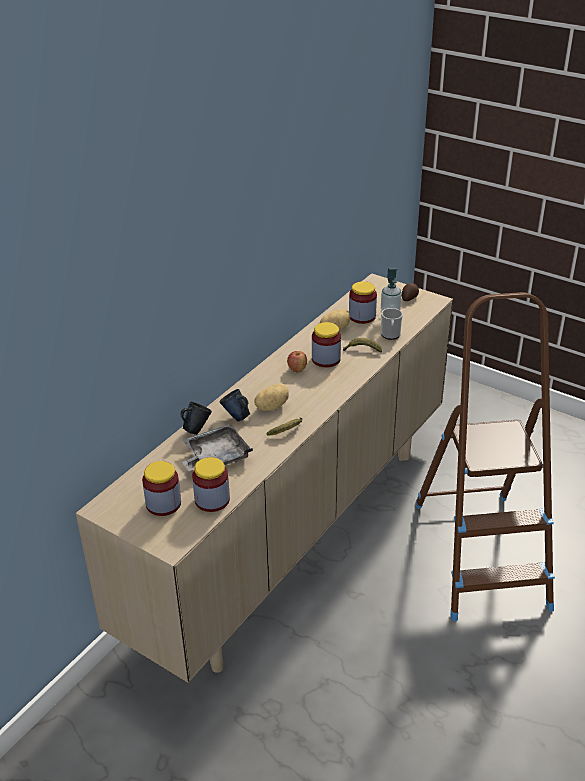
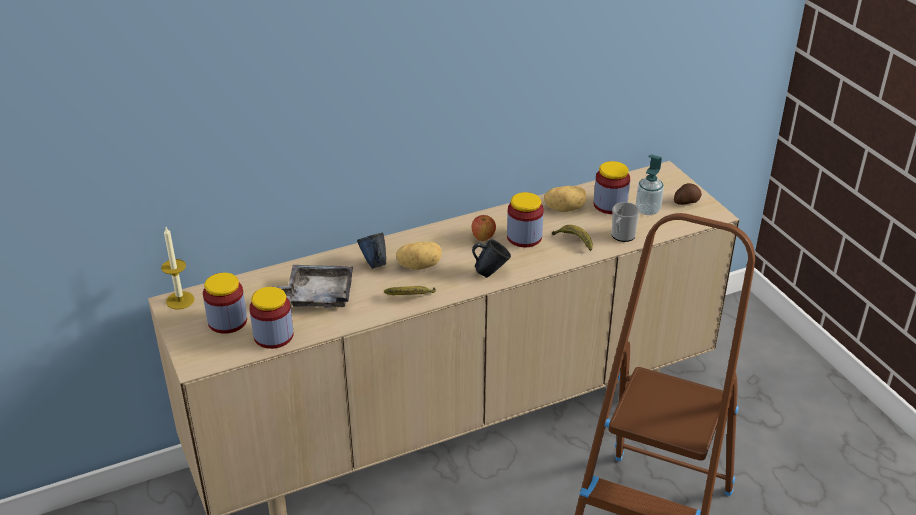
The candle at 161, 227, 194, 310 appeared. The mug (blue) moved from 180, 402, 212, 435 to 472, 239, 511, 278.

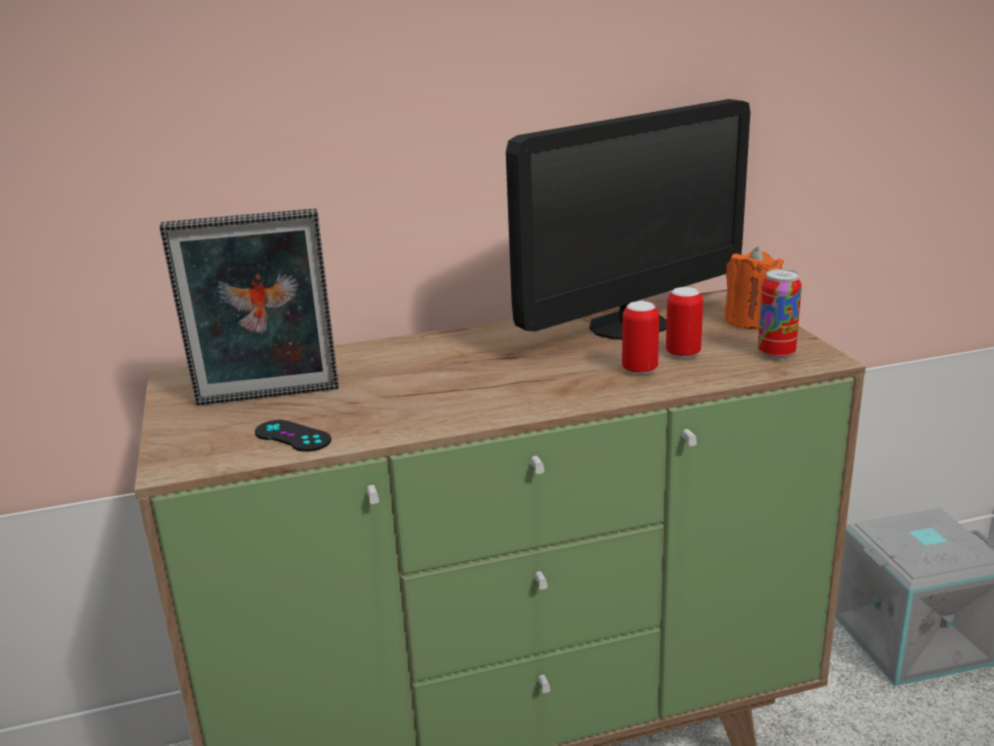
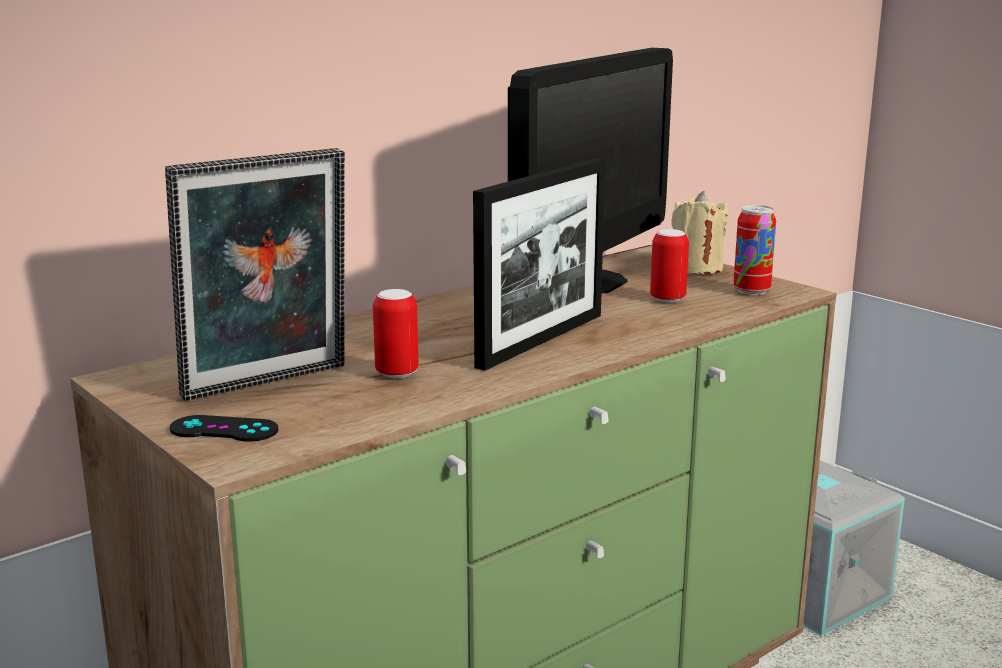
The picture frame at 473, 158, 605, 371 appeared. The game controller (black) moved from 255, 420, 331, 452 to 170, 415, 278, 442. The can moved from 622, 301, 659, 375 to 373, 289, 419, 378. The candle (orange) at 724, 247, 784, 329 became the candle (beige) at 671, 191, 729, 274.

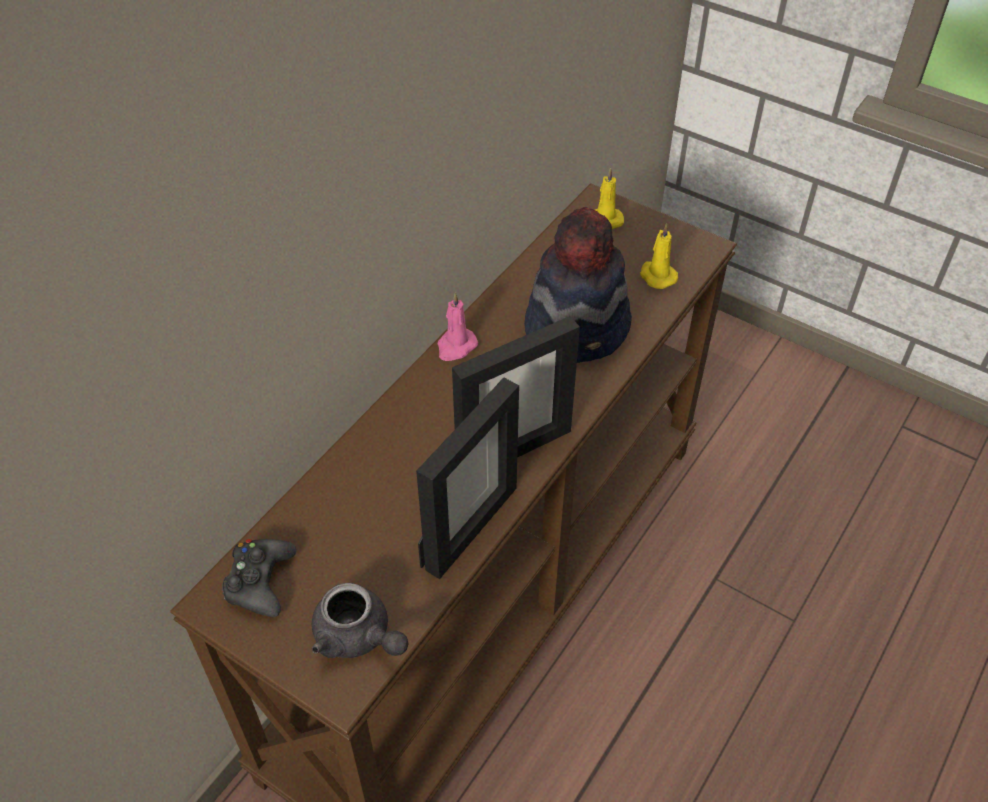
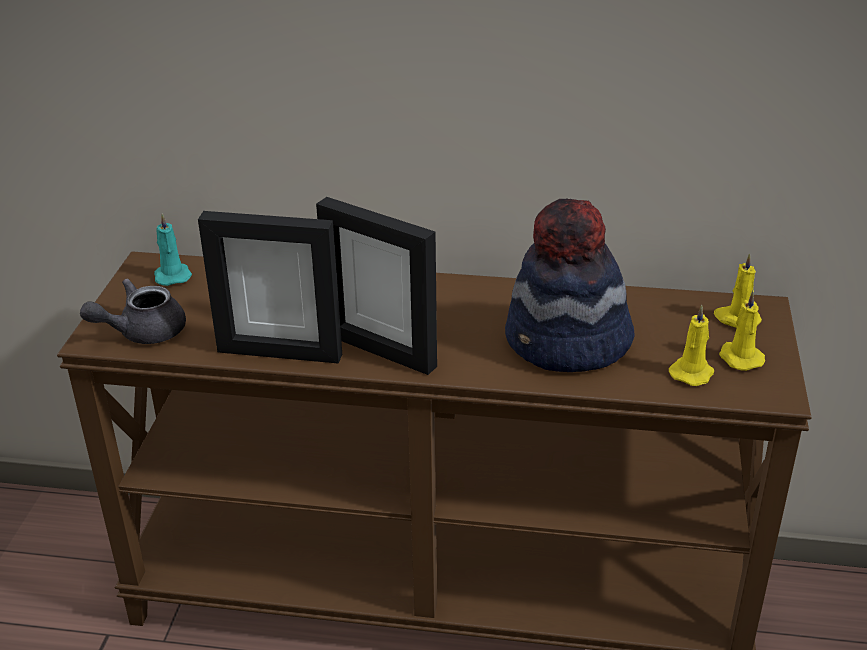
The candle (pink) at 437, 293, 478, 361 disappeared. The candle (yellow) at 719, 291, 765, 371 appeared. The game controller (black) at 222, 539, 296, 617 was replaced by the candle (turquoise) at 154, 213, 192, 286. The teapot (grey) at 311, 583, 408, 658 turned 45 degrees clockwise.

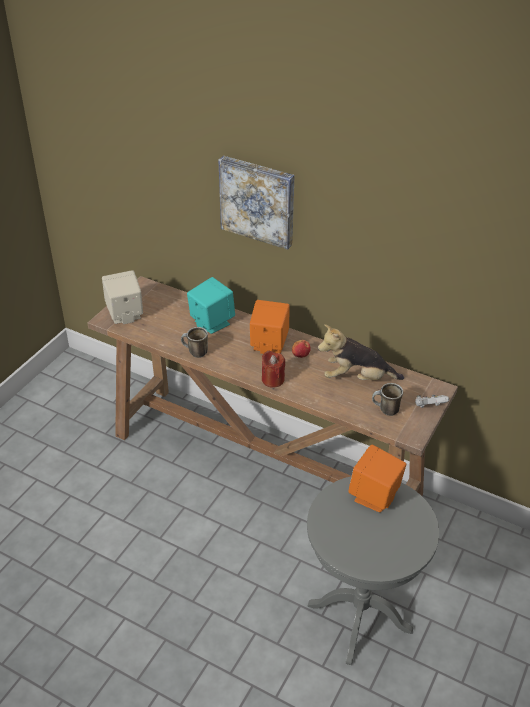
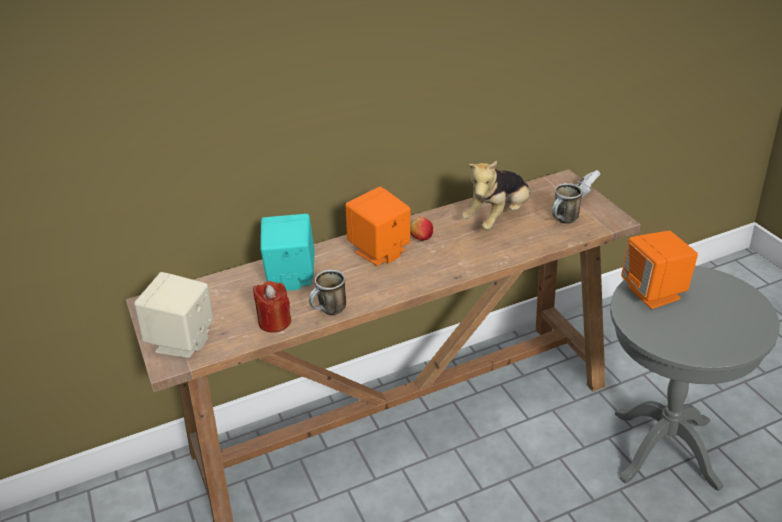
The picture at 218, 156, 295, 250 disappeared. The candle (red) moved from 262, 351, 285, 388 to 253, 281, 291, 333.

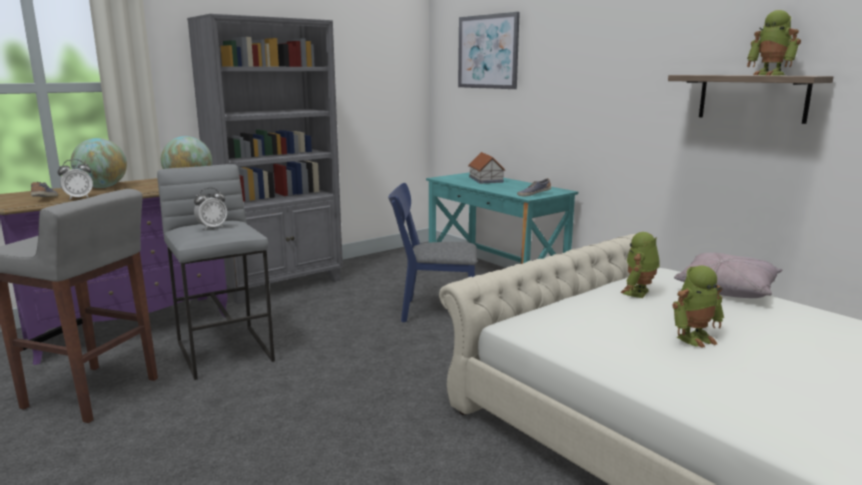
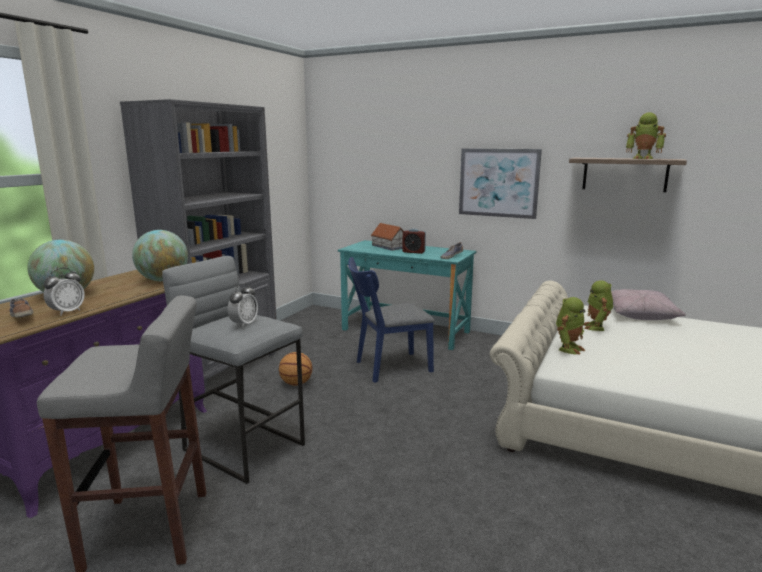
The basketball at 279, 352, 313, 386 appeared. The alarm clock at 402, 229, 426, 254 appeared. The picture moved from 458, 12, 520, 89 to 459, 148, 542, 219. The toy robot moved from 672, 265, 724, 348 to 556, 297, 585, 355.

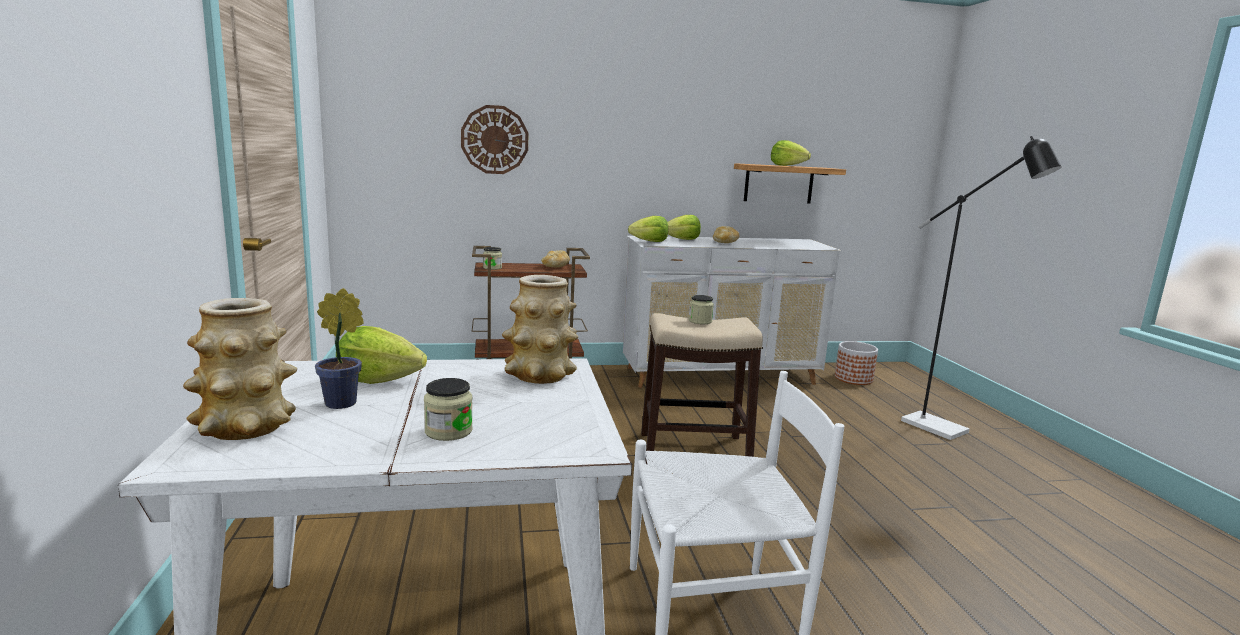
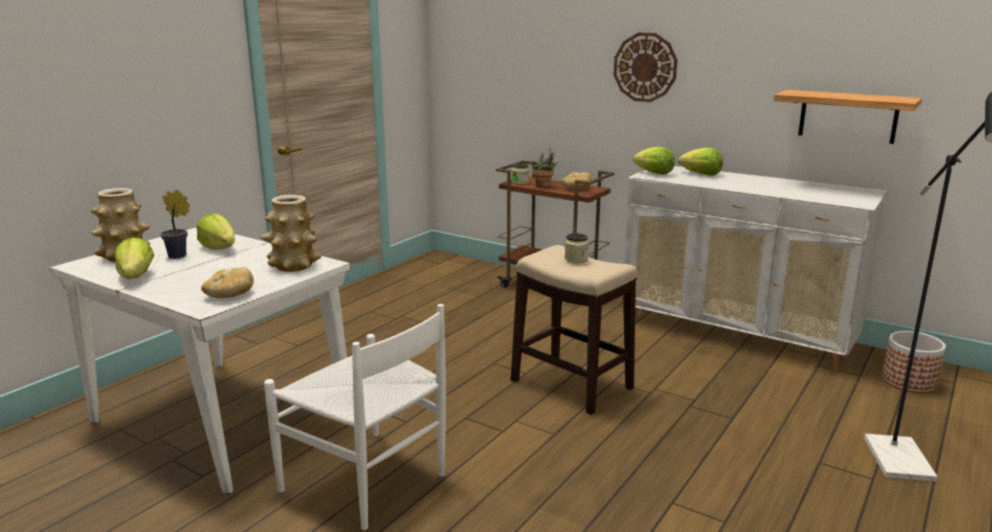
The jar at 424, 378, 473, 441 disappeared. The potted plant at 532, 148, 558, 188 appeared. The wall clock moved from 461, 105, 528, 174 to 614, 33, 677, 102. The bread moved from 713, 226, 739, 243 to 201, 267, 254, 298. The lettuce moved from 771, 140, 811, 166 to 115, 237, 154, 279.

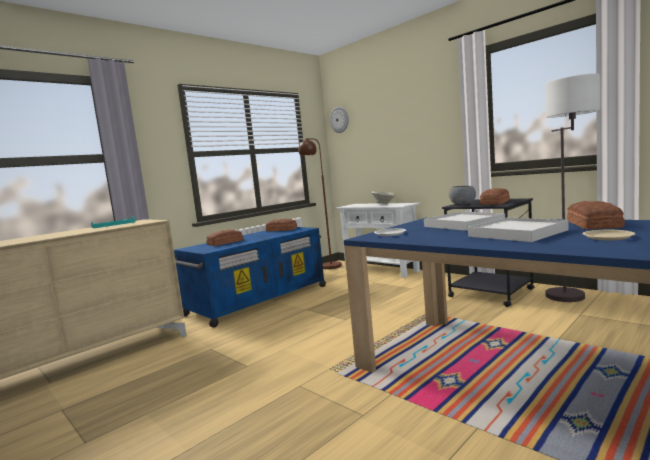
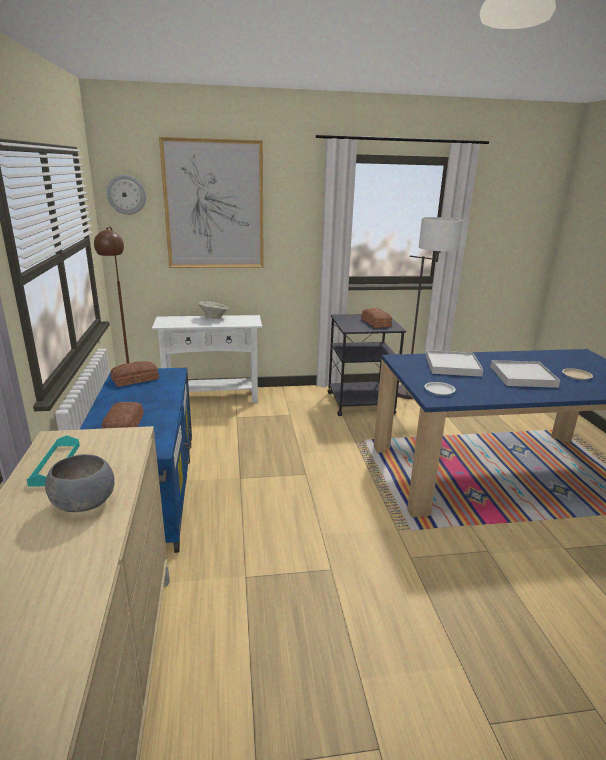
The bread at 567, 201, 625, 229 disappeared. The picture at 159, 137, 264, 268 appeared. The bowl (grey) moved from 449, 186, 476, 205 to 45, 454, 115, 512.

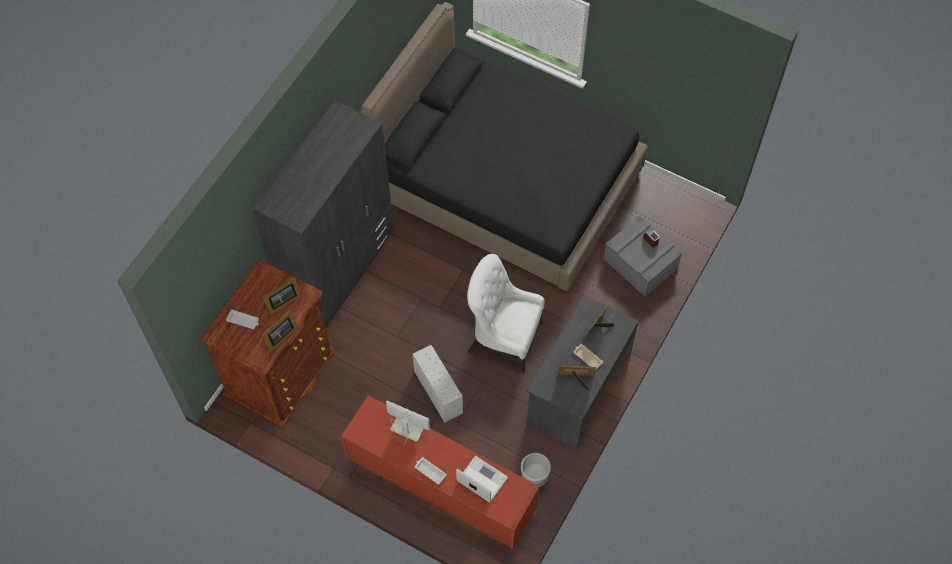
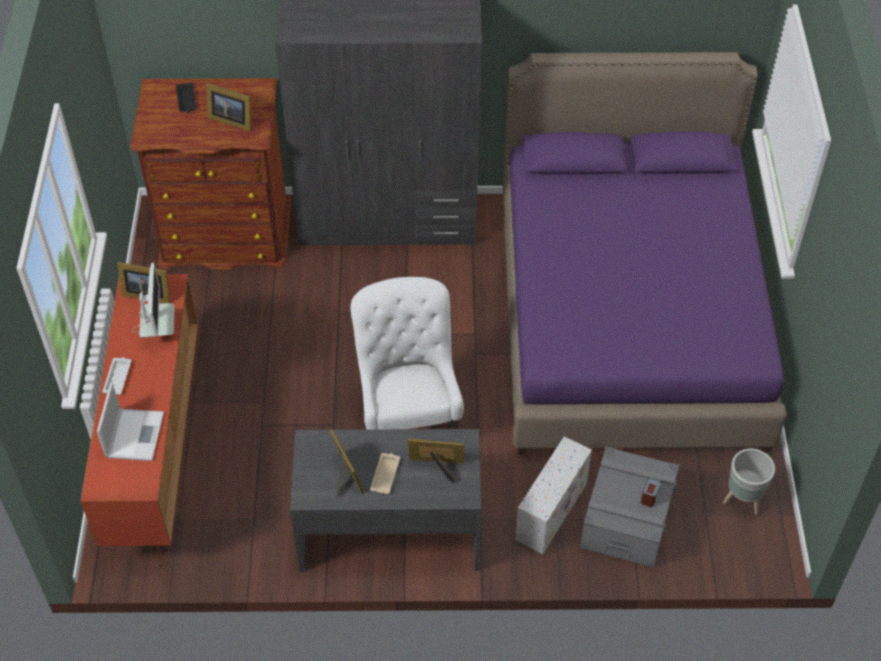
The picture frame moved from 262, 310, 298, 352 to 117, 262, 170, 303. The storage box (white) moved from 413, 345, 463, 423 to 515, 436, 592, 554. The planter (grey) moved from 521, 453, 551, 487 to 723, 449, 775, 515. The tray (white) at 226, 309, 259, 329 became the tray (black) at 176, 83, 196, 113. The bed (black) at 360, 2, 648, 294 became the bed (purple) at 503, 52, 787, 455.

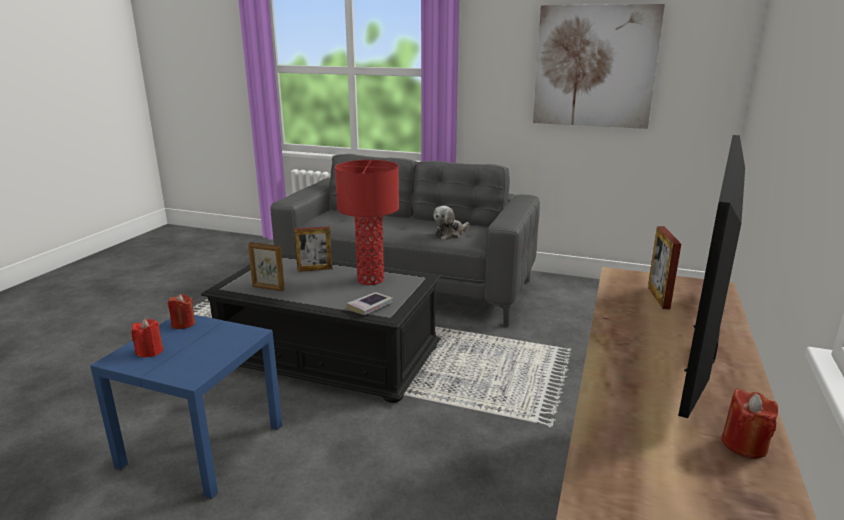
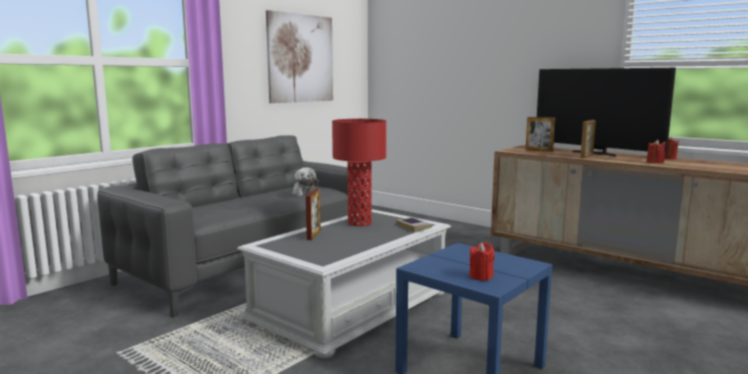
The candle (red) moved from 168, 294, 195, 329 to 647, 140, 666, 163. The picture frame moved from 248, 242, 285, 291 to 580, 120, 596, 158. The coffee table (black) at 201, 254, 441, 403 became the coffee table (white) at 237, 209, 451, 358.

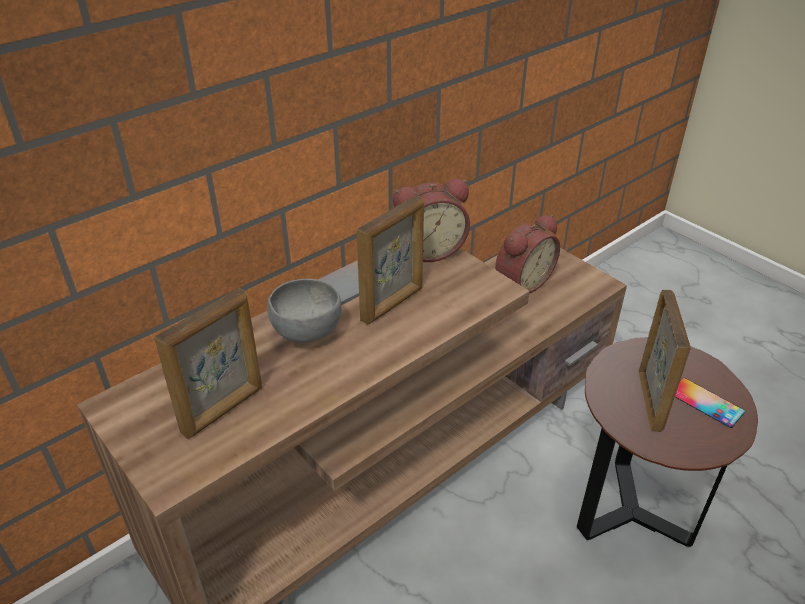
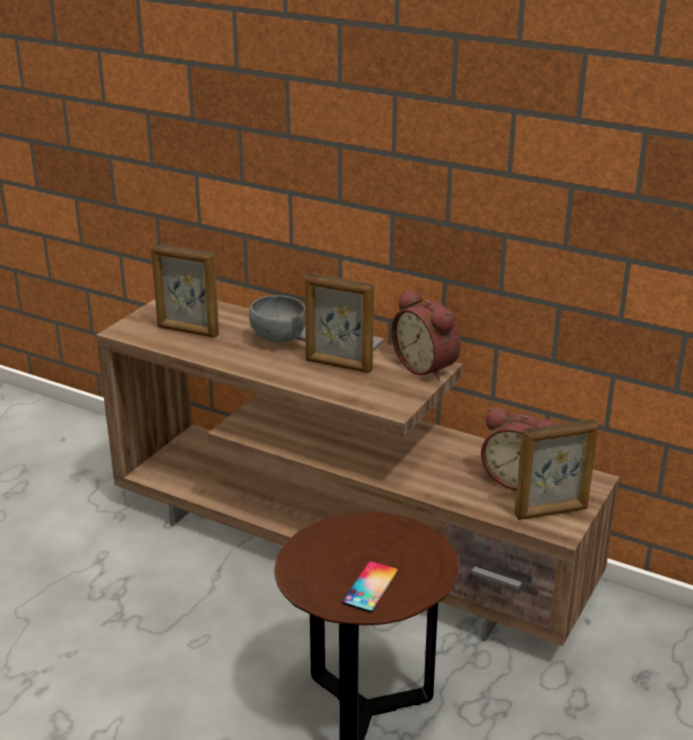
The picture frame moved from 638, 290, 691, 432 to 514, 419, 599, 520.

